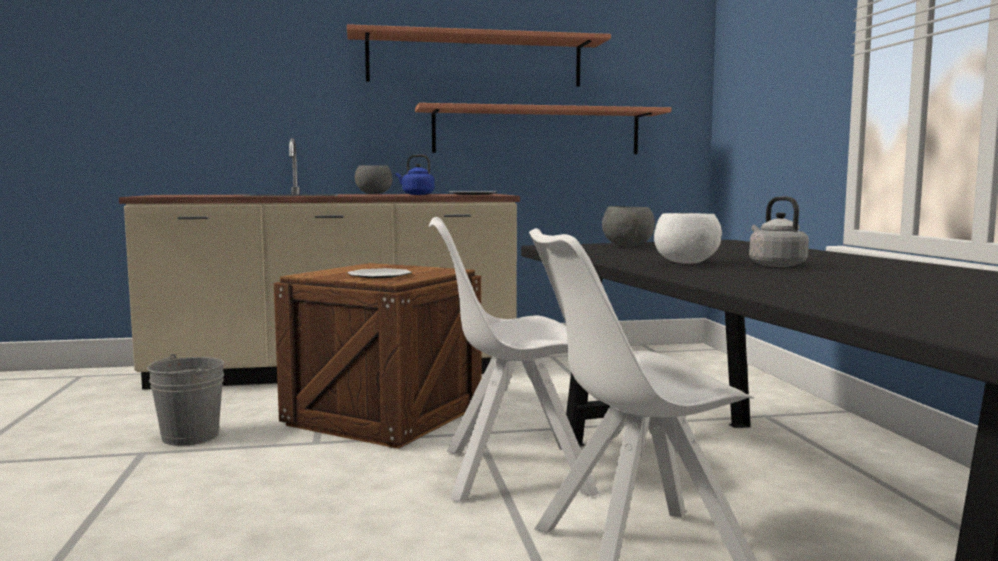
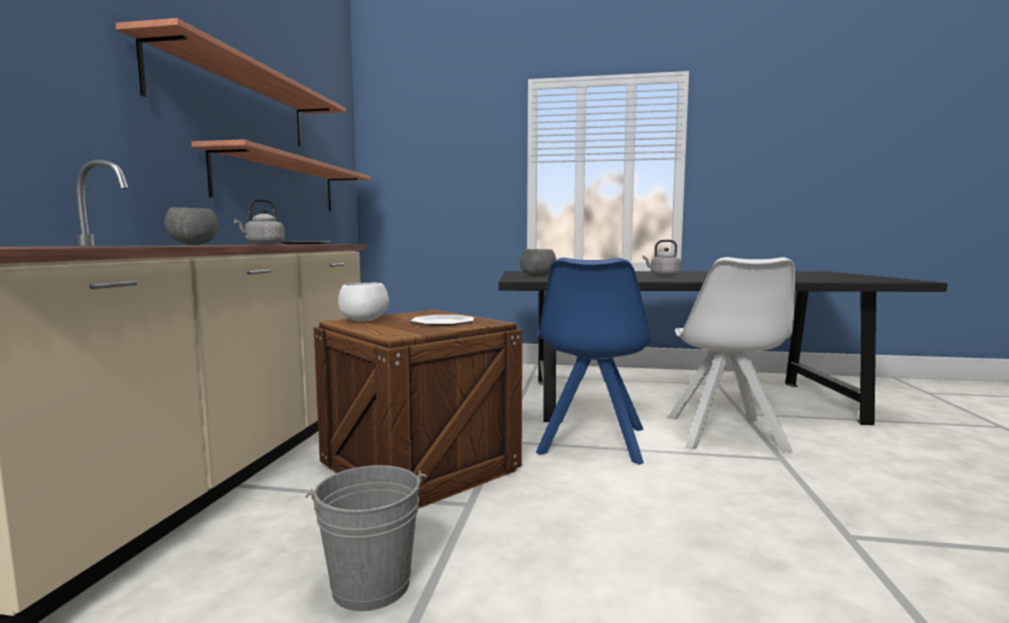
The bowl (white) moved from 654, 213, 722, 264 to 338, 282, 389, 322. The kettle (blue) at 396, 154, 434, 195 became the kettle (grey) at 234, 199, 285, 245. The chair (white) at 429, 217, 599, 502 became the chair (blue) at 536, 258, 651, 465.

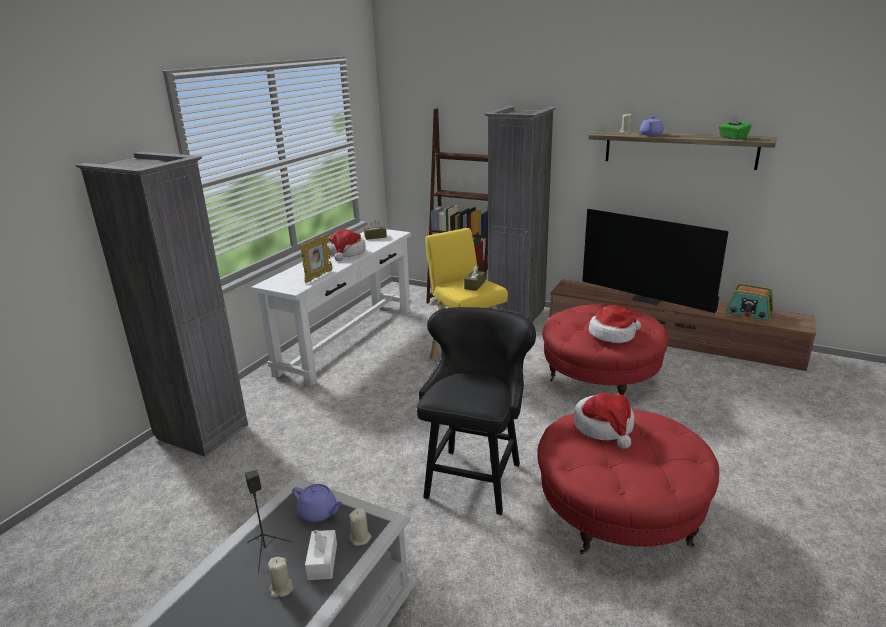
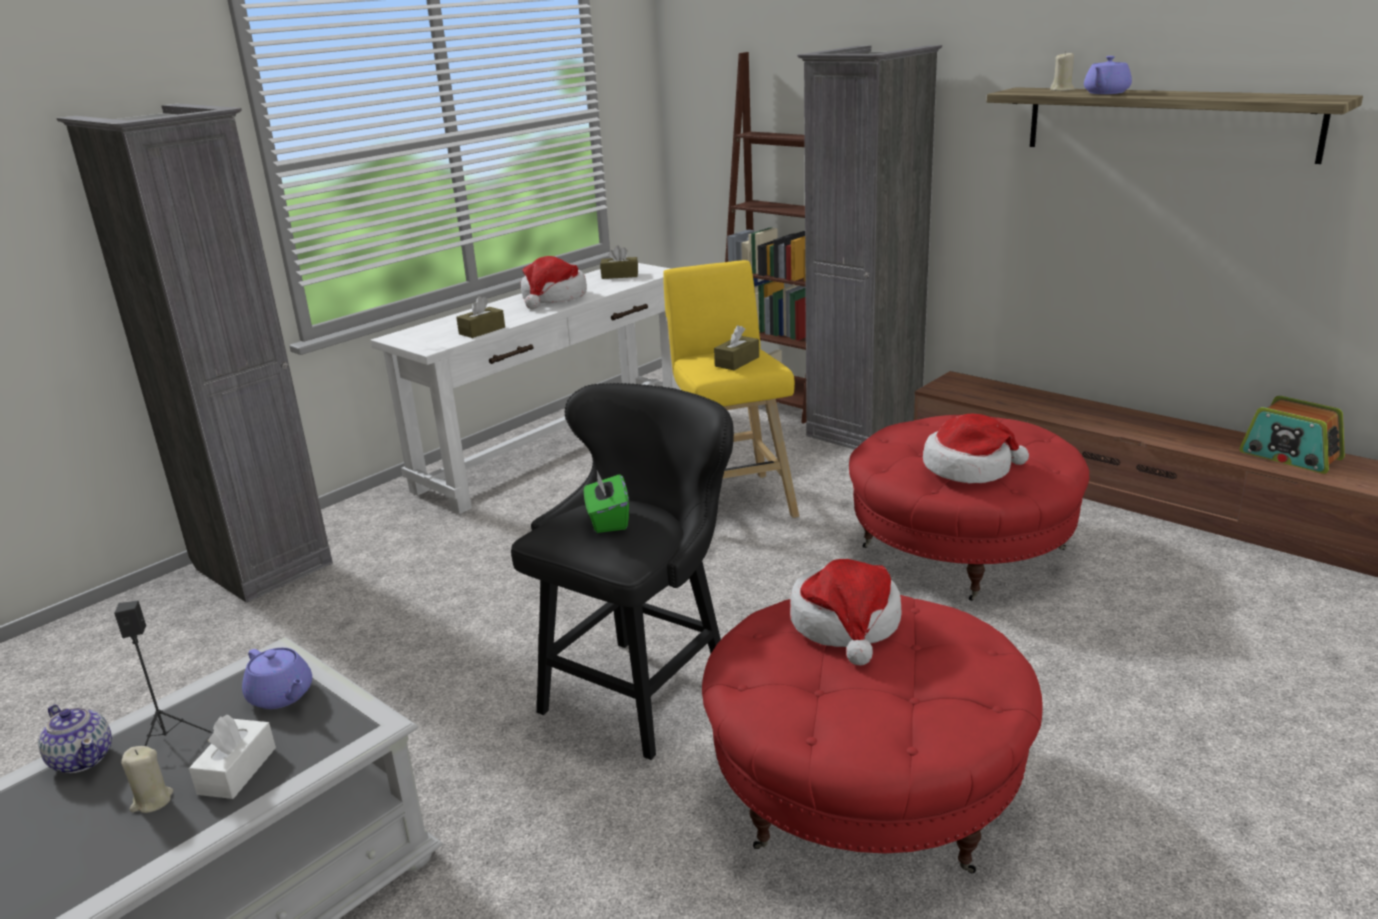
The candle (beige) at 349, 508, 372, 546 disappeared. The television at 582, 209, 729, 313 disappeared. The teapot at 38, 705, 112, 773 appeared. The tissue box (green) moved from 719, 116, 752, 139 to 584, 471, 629, 533. The picture frame at 300, 233, 333, 283 was replaced by the tissue box (brown) at 456, 296, 505, 338.

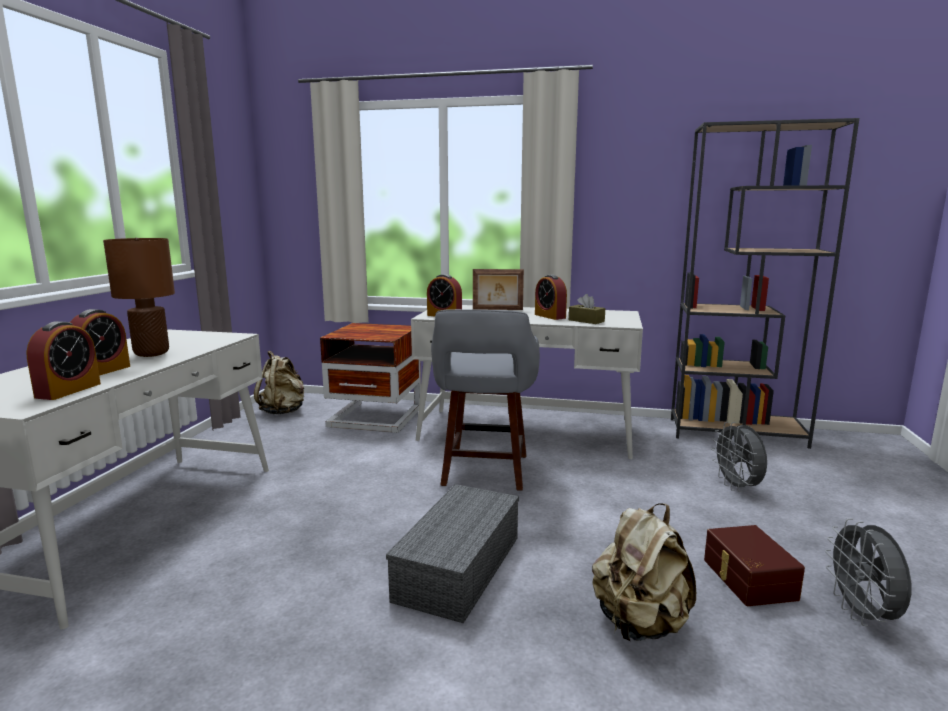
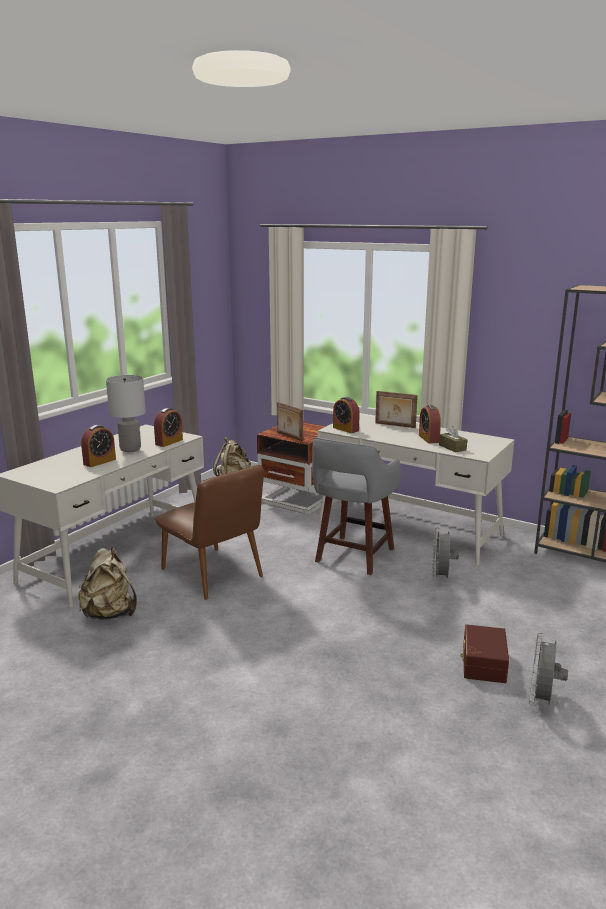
The storage box (grey) at 386, 484, 519, 623 disappeared. The chair (brown) at 154, 465, 264, 600 appeared. The picture frame at 277, 402, 303, 441 appeared. The alarm clock moved from 26, 321, 101, 400 to 154, 408, 183, 447. The backpack (beige) moved from 592, 503, 696, 642 to 78, 547, 137, 620. The fan (grey) moved from 711, 422, 767, 492 to 432, 527, 459, 581. The table lamp (brown) at 103, 238, 175, 357 became the table lamp (grey) at 106, 375, 146, 452.

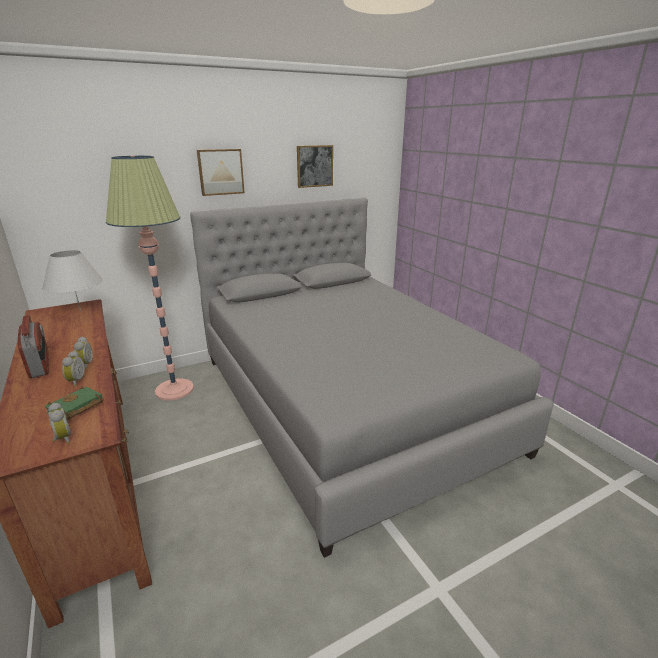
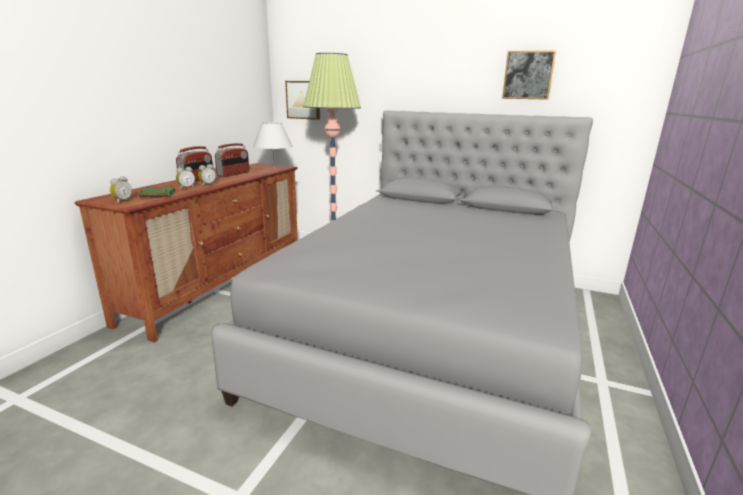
The radio at 215, 143, 249, 177 appeared. The picture moved from 197, 149, 245, 196 to 285, 81, 320, 120.

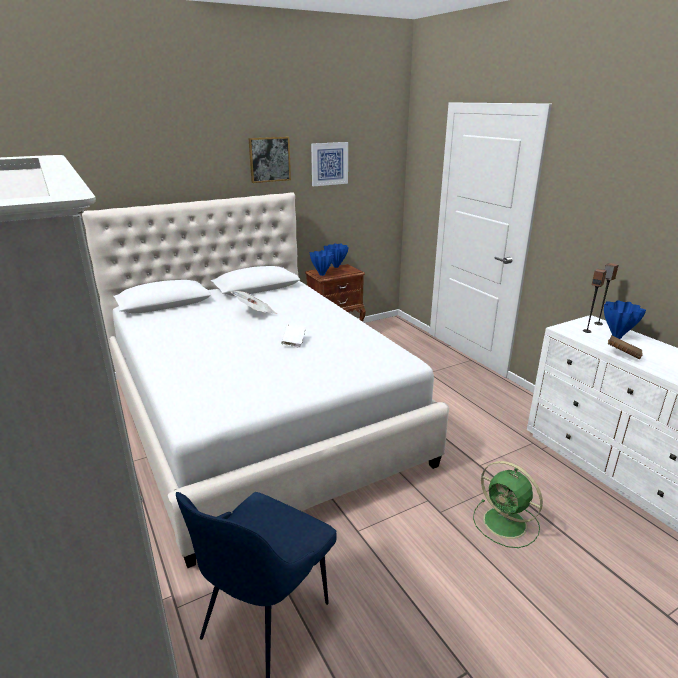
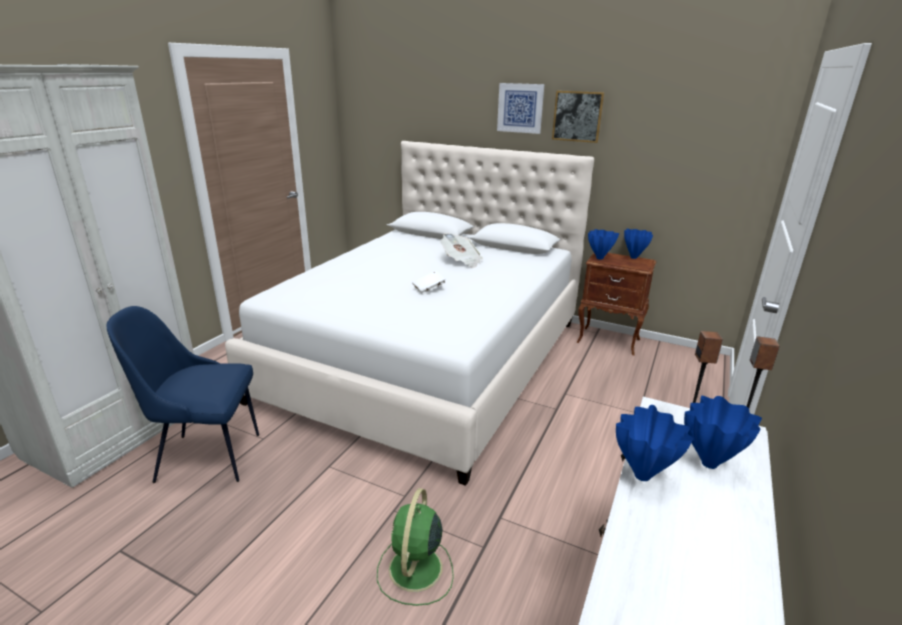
The picture moved from 311, 142, 348, 186 to 497, 83, 545, 134. The book (brown) at 608, 335, 643, 359 was replaced by the vase (blue) at 616, 405, 693, 481.

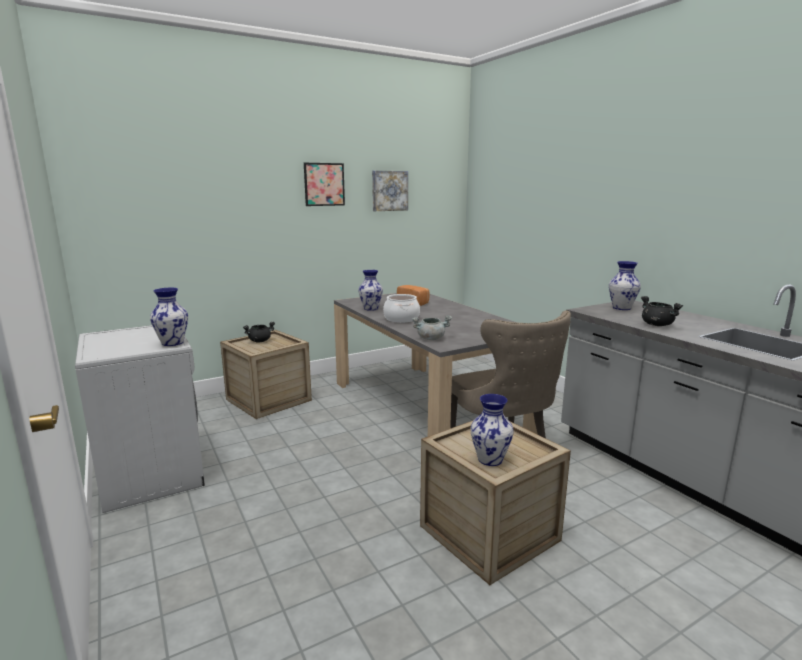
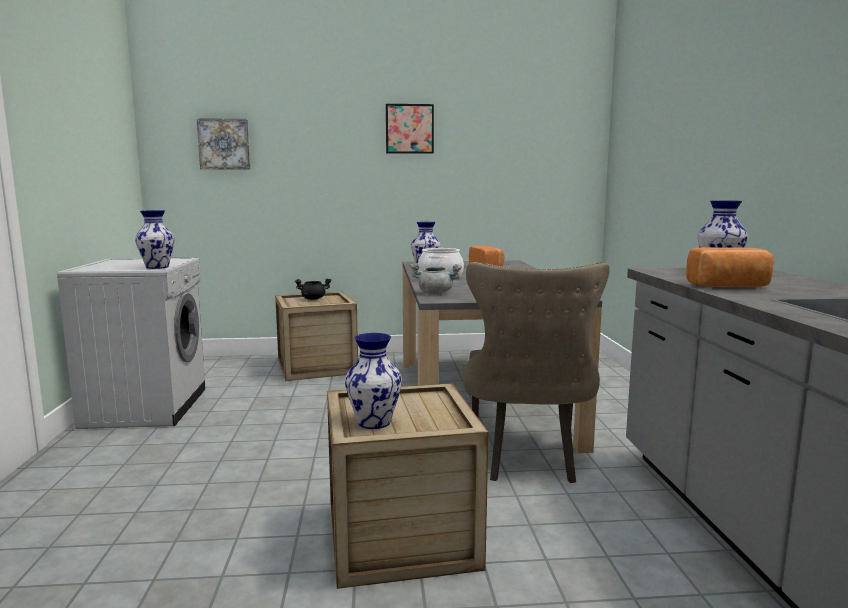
The picture moved from 372, 171, 408, 211 to 197, 118, 251, 169. The cooking pot (black) at 641, 296, 683, 326 was replaced by the bread at 686, 247, 774, 287.

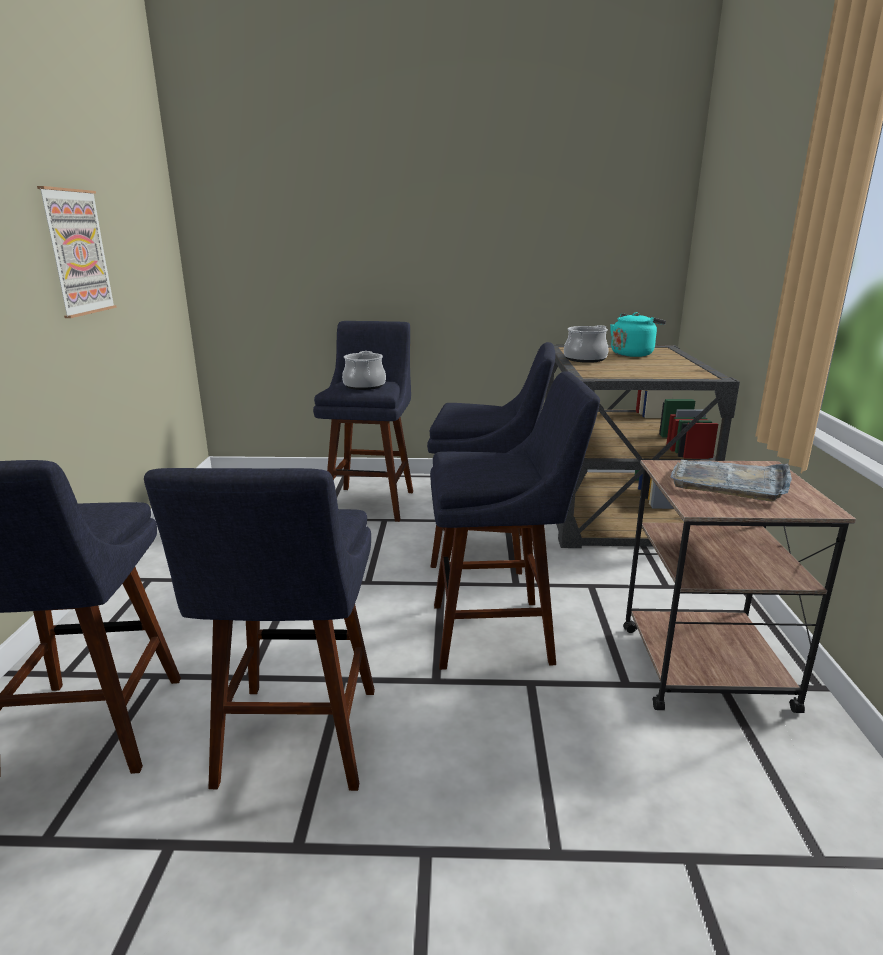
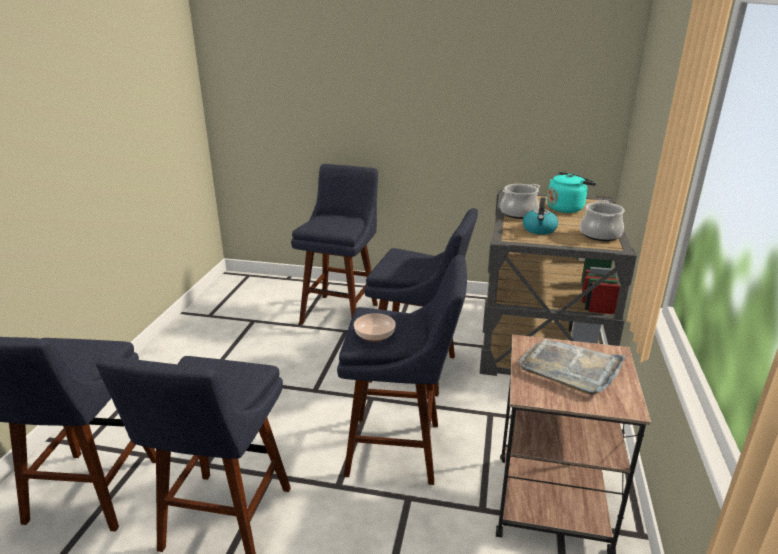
The picture at 37, 186, 117, 318 disappeared. The bowl at 354, 313, 396, 341 appeared. The kettle at 523, 197, 558, 235 appeared. The cooking pot moved from 342, 351, 386, 390 to 580, 200, 625, 241.

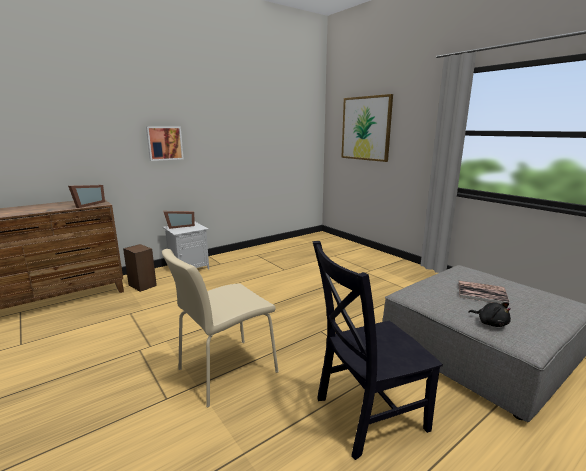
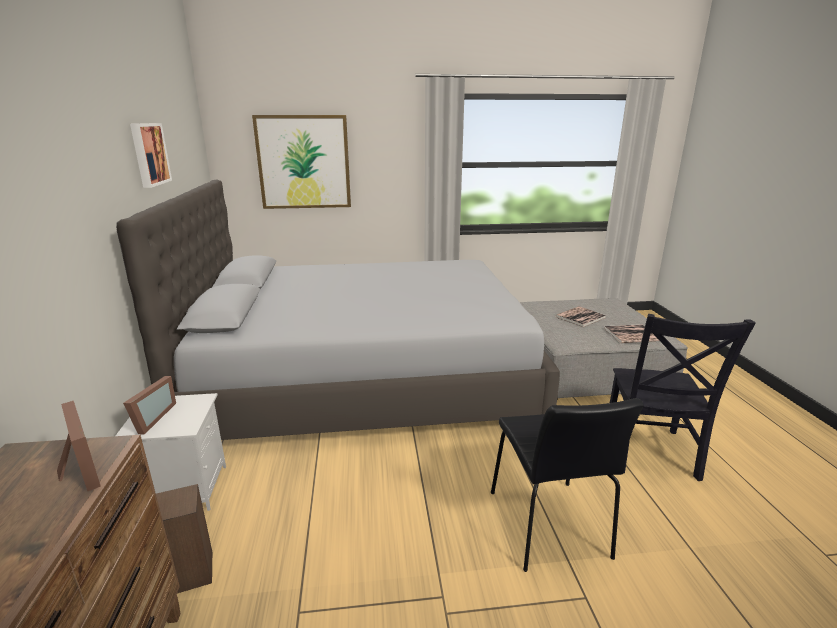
The bed (grey) at 116, 180, 560, 440 appeared. The picture moved from 146, 126, 184, 161 to 130, 123, 172, 188. The plush toy (black) at 468, 302, 511, 327 was replaced by the book at 605, 324, 659, 343. The chair (beige) at 162, 249, 279, 407 became the chair (black) at 491, 398, 644, 572.

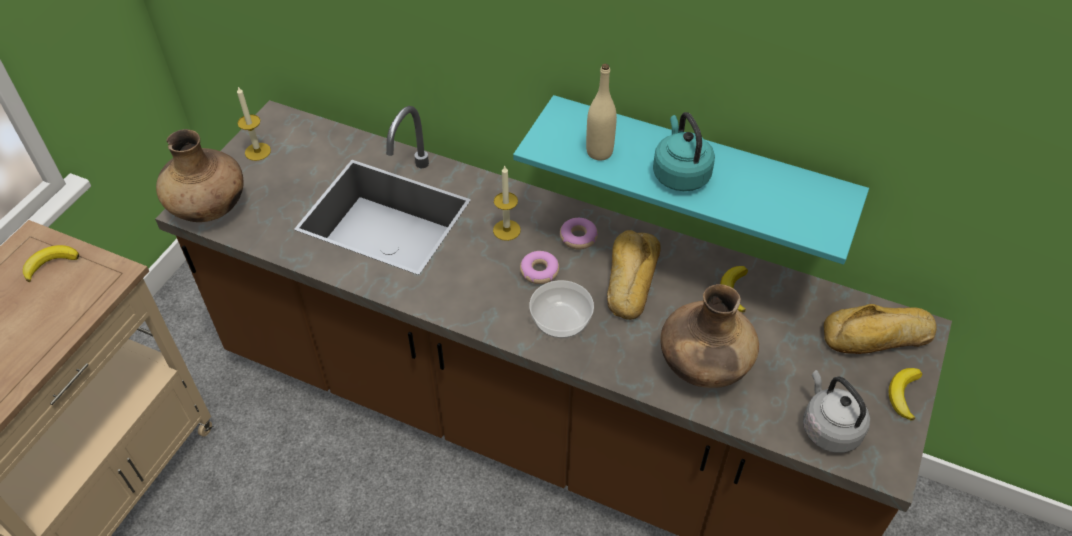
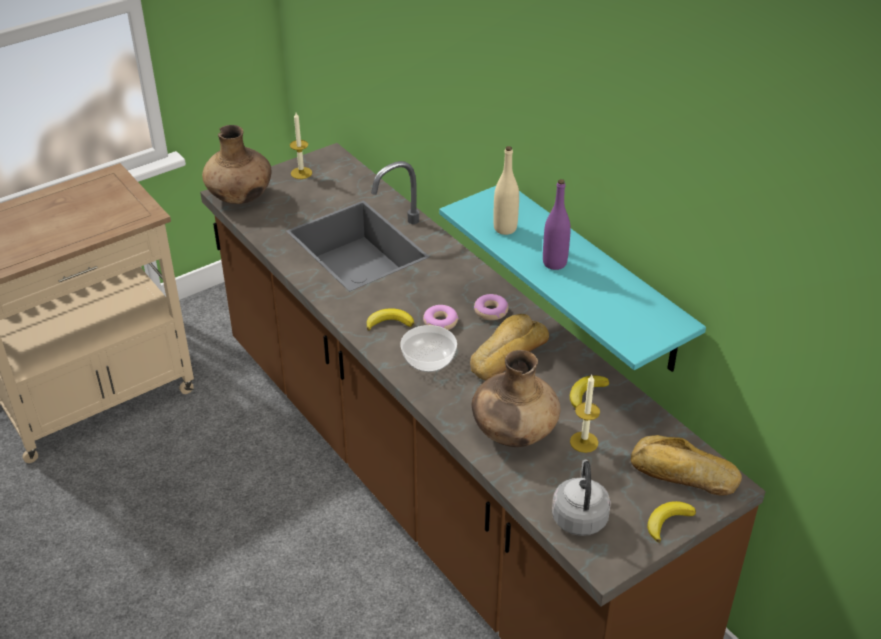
The banana moved from 23, 245, 79, 282 to 367, 308, 414, 331. The candle moved from 493, 165, 521, 241 to 570, 375, 600, 453. The kettle (turquoise) at 653, 112, 715, 191 was replaced by the bottle (purple) at 543, 179, 571, 270.

